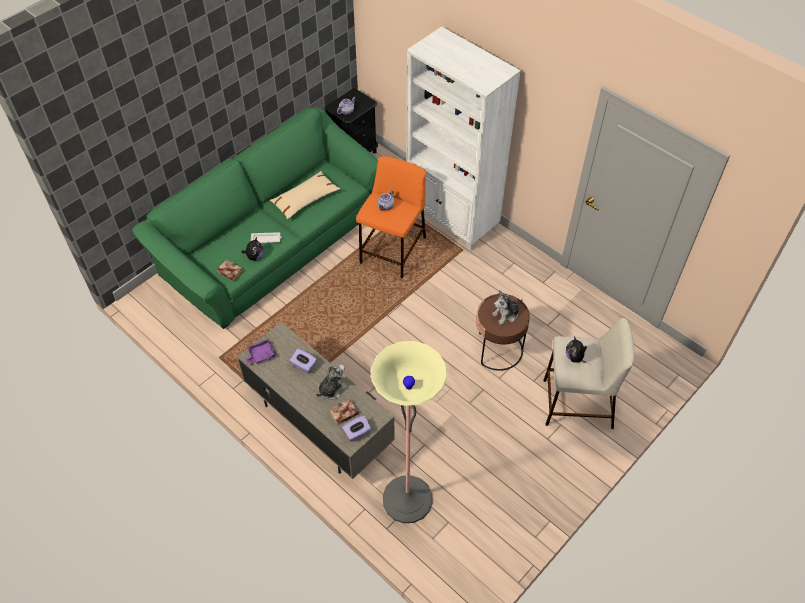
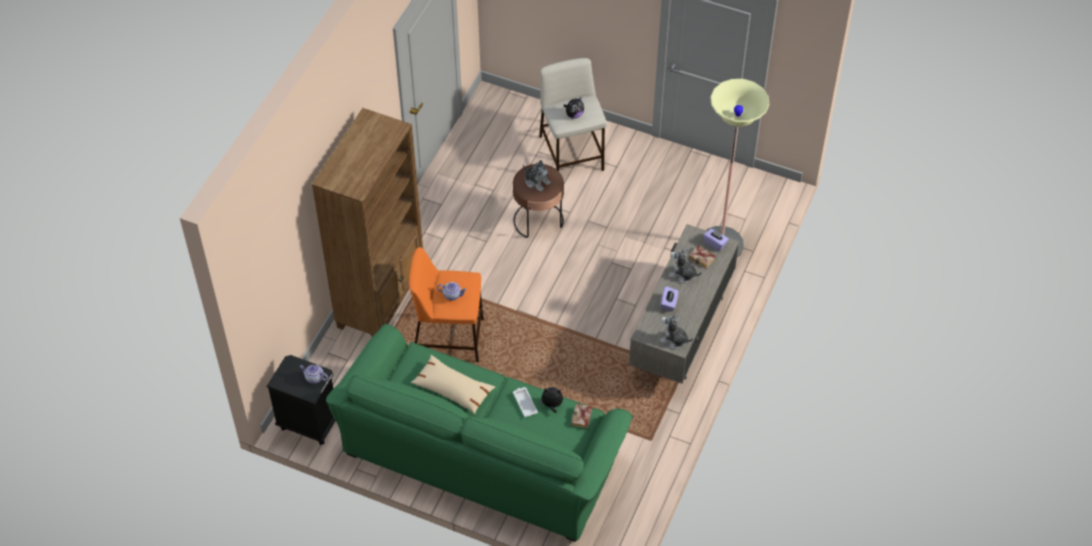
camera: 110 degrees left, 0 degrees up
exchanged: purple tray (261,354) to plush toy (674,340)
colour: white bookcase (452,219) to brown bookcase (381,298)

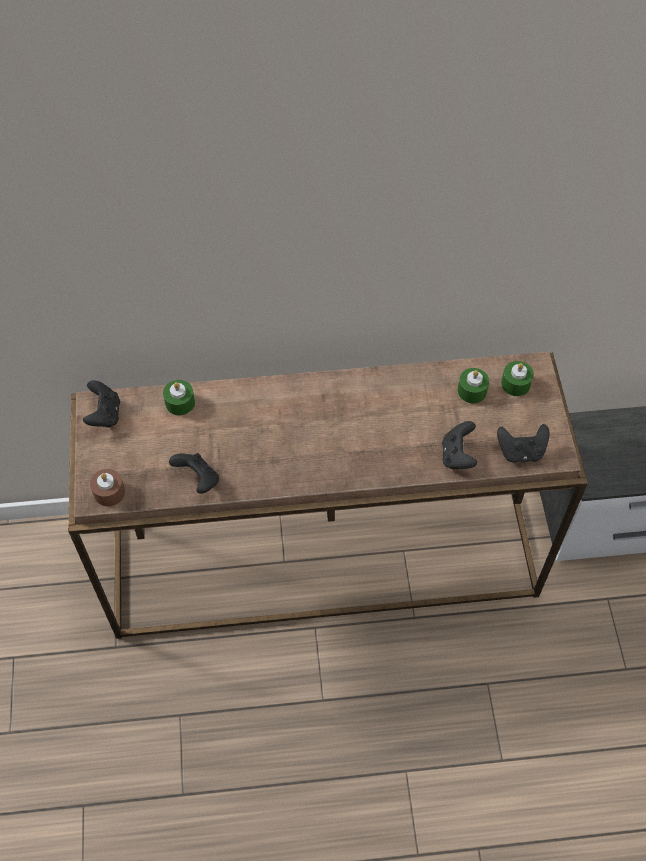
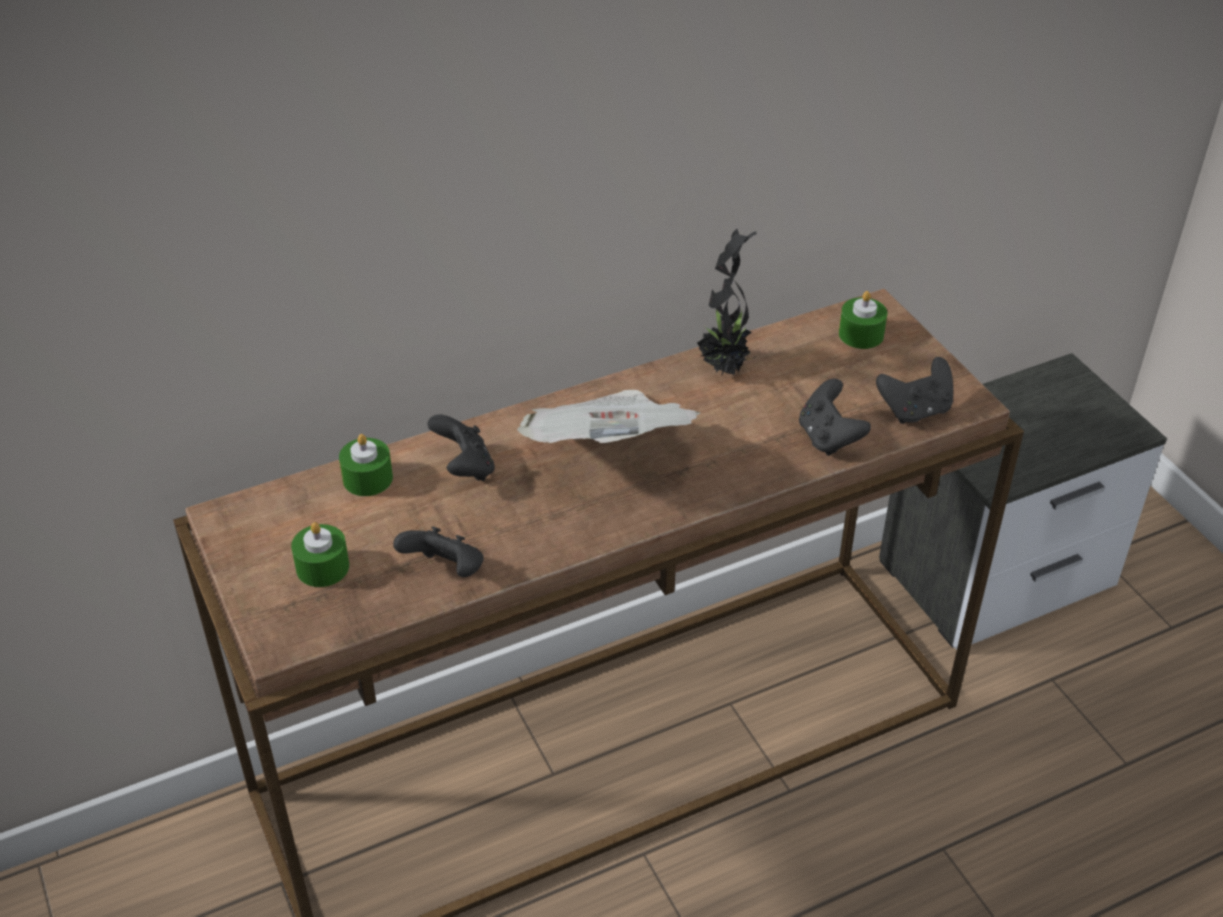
camera: 20 degrees left, 15 degrees down
missing: brown candle (109,492)
appeared: newspaper (608,453); potted plant (725,368)
relocated: green candle (472,391) to (322,567); black game controller (104,414) to (464,468)

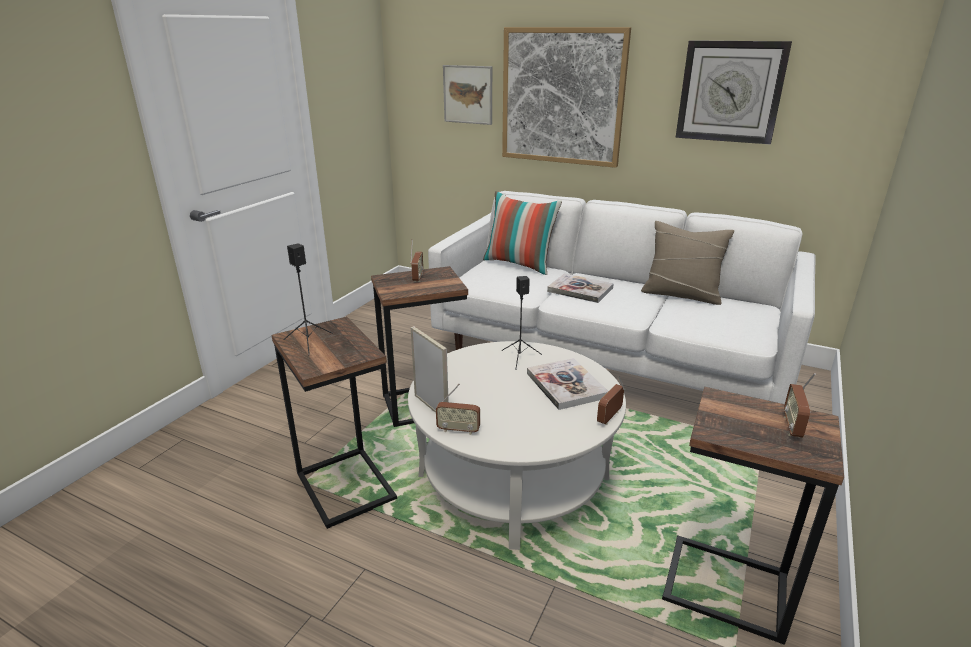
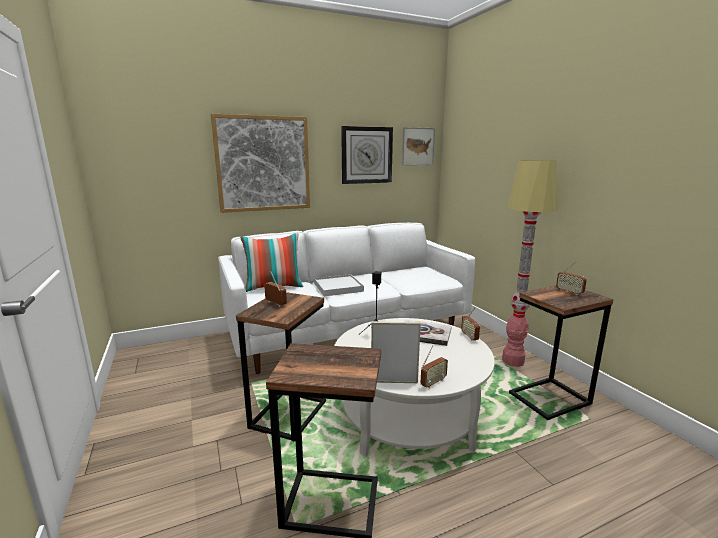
camera: 50 degrees left, 10 degrees down
missing: black speaker (309,342); beige pillow (681,294)
appeared: floor lamp (513,361)
relocated: picture (468,94) to (418,146)
exchanged: book (580,290) to white tray (338,287)

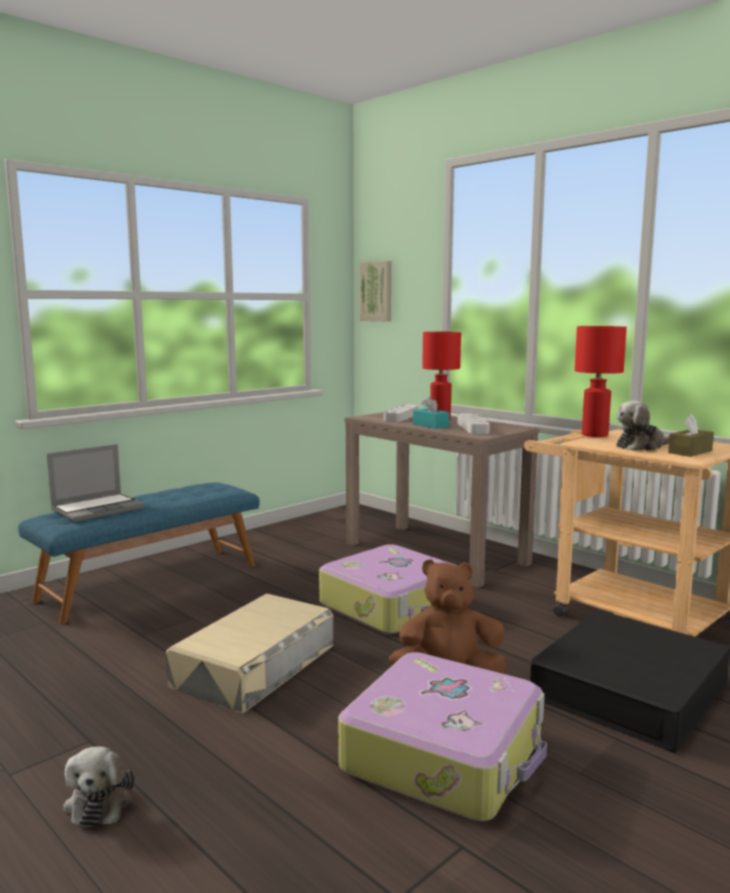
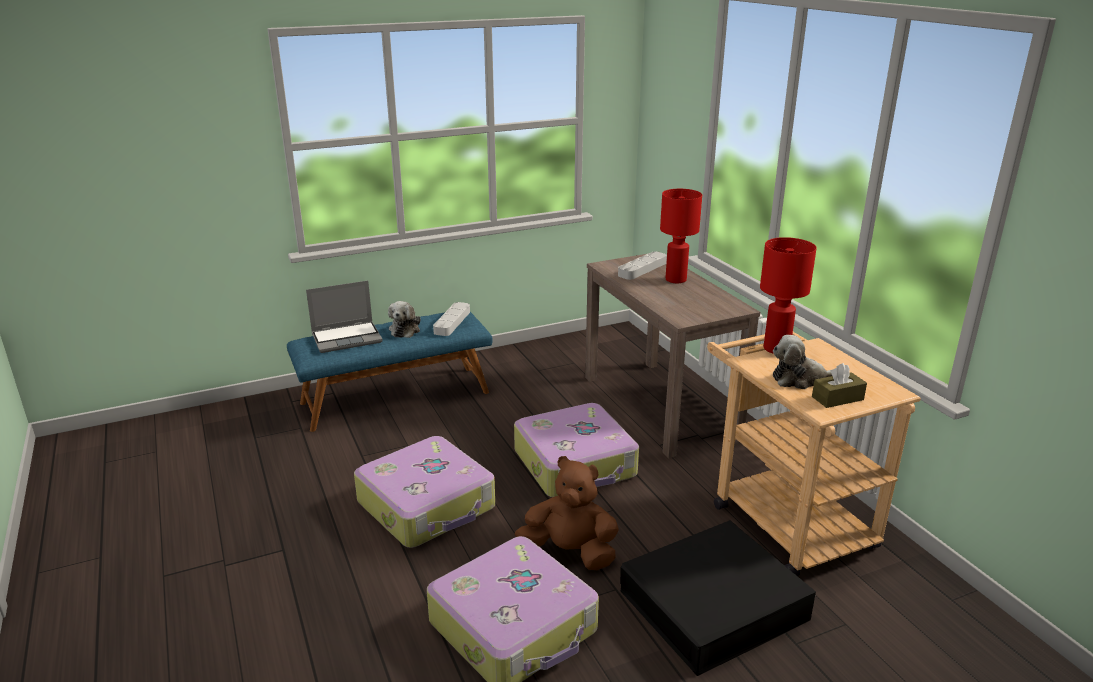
camera: 20 degrees right, 15 degrees up
missing: picture (377,291); turquoise tissue box (430,425)
relocated: plush toy (99,801) to (405,329); grey tray (472,427) to (452,322)
exchanged: beige storage box (255,664) to suitcase (428,505)

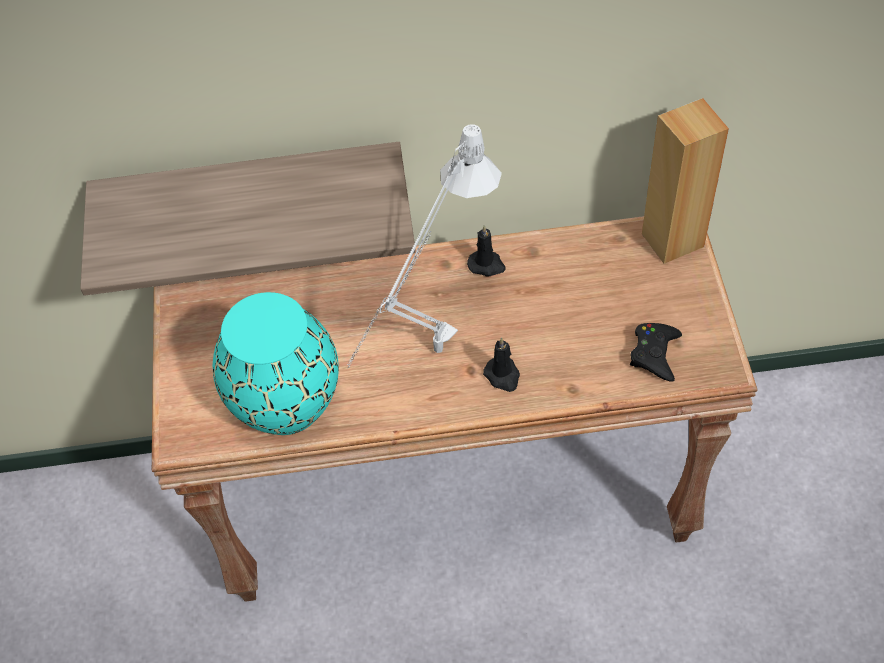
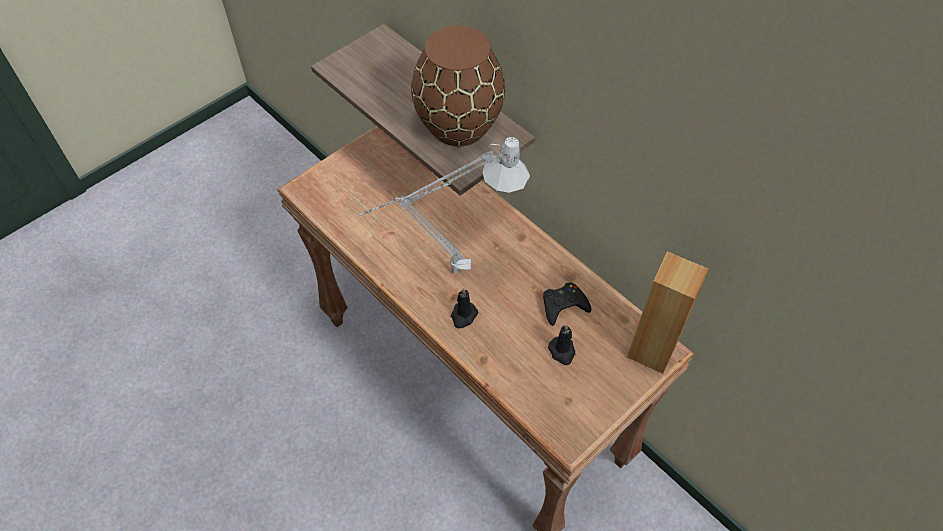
camera: 50 degrees right, 0 degrees up
missing: turquoise vase (288,403)
appeared: brown vase (458,125)
relocated: black game controller (654,354) to (563,306); black candle (487,265) to (562,351)

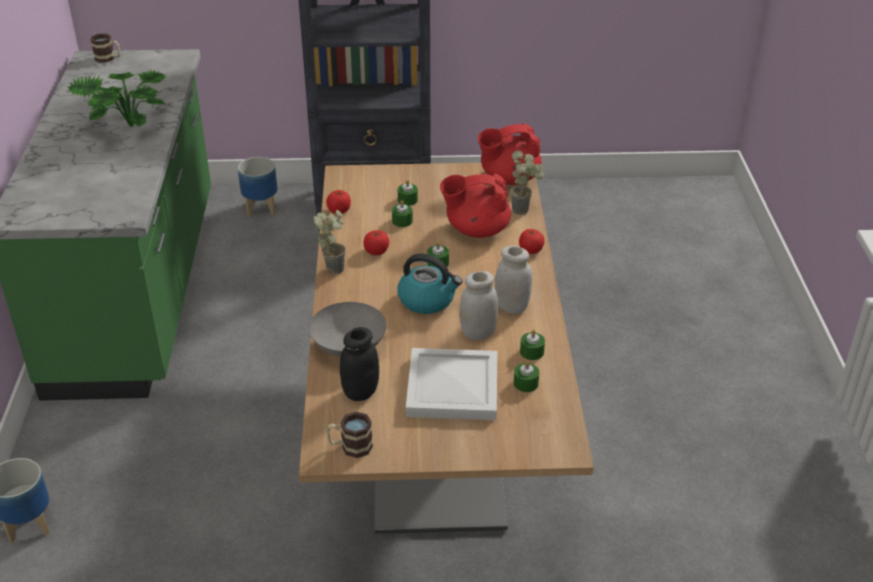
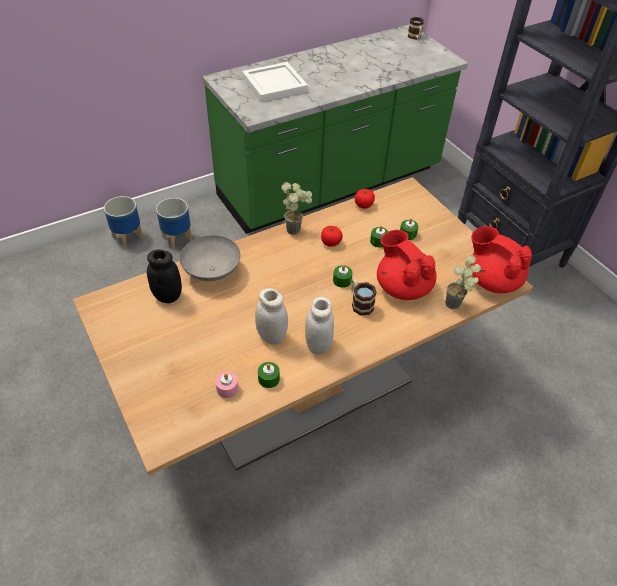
camera: 60 degrees right, 10 degrees up
missing: potted plant (125,127); kettle (427,300); tomato (531,250)
relocated: planter (261,208) to (178,238); white tray (454,388) to (274,85); mug (350,447) to (360,303)
colour: green candle (526,383) to pink candle (227,388)

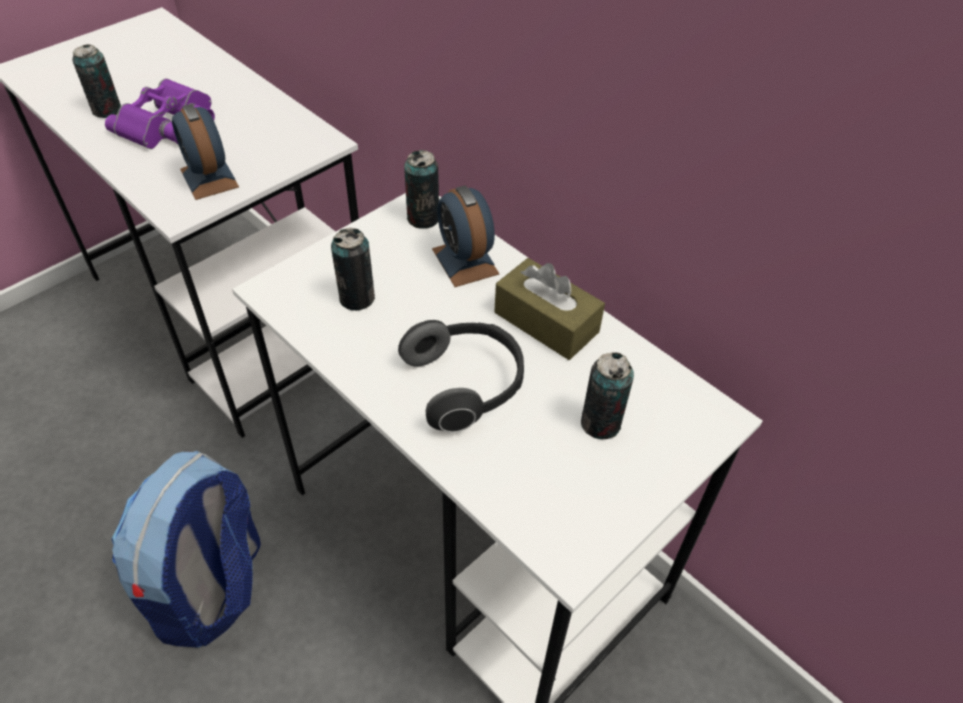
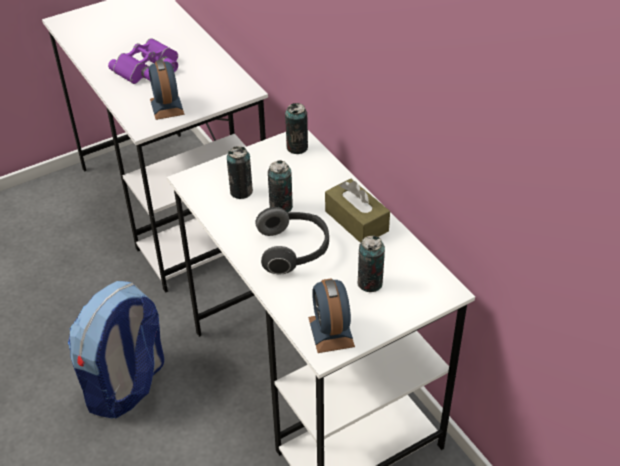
camera: 15 degrees right, 5 degrees down
relocated: can (107,110) to (281,207); alarm clock (465,261) to (331,332)

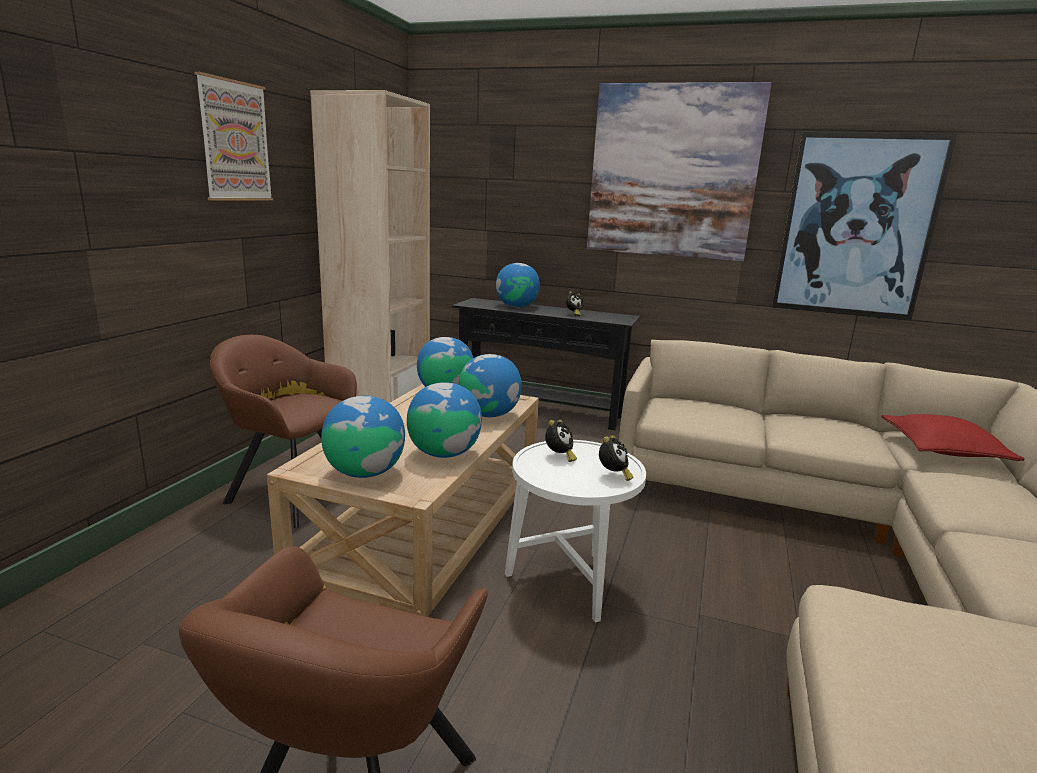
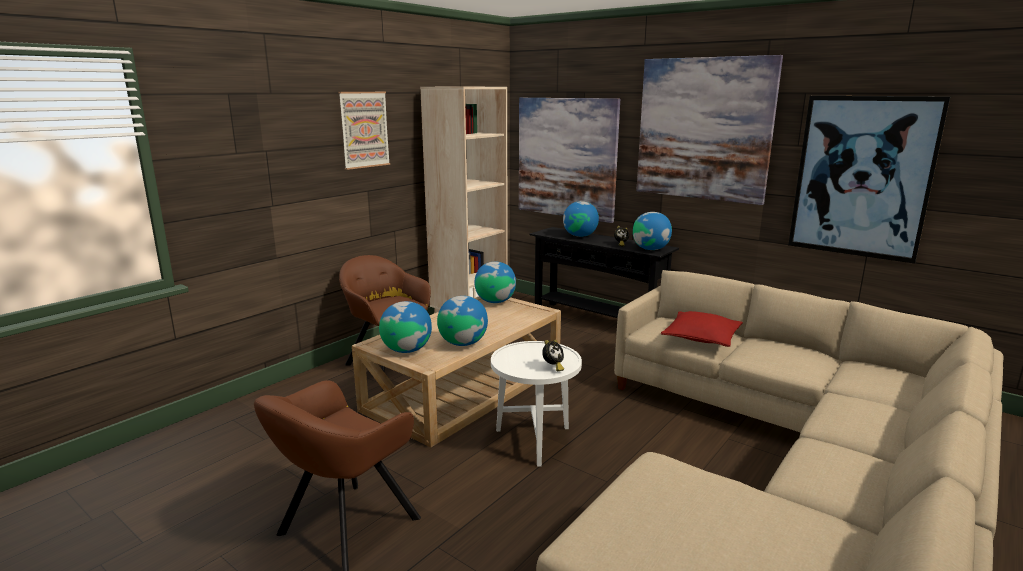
camera: 20 degrees right, 0 degrees up
missing: alarm clock (559,457)
appeared: picture (566,158)
relocated: globe (489,414) to (650,249); red pillow (943,449) to (701,337)

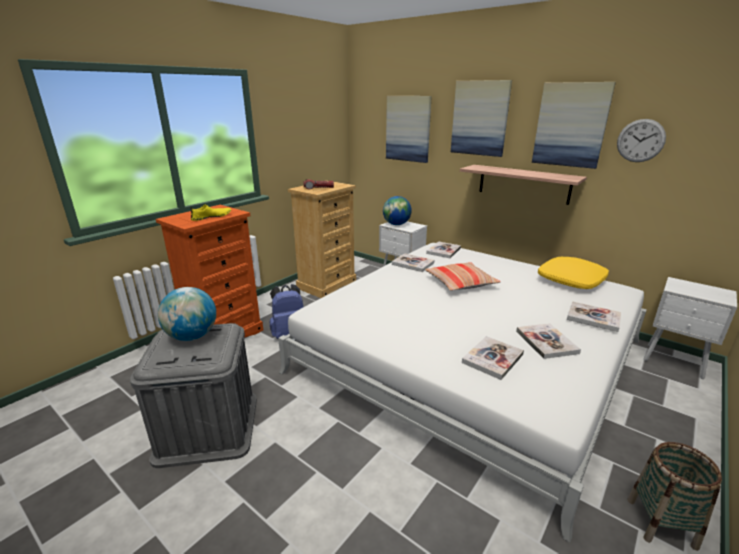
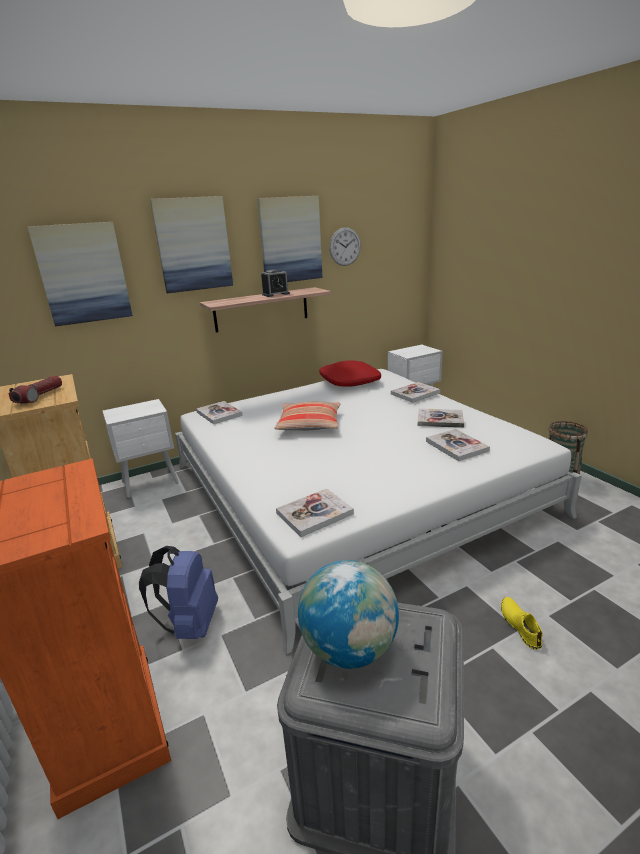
camera: 65 degrees left, 0 degrees up
missing: globe (396,224)
appeared: alarm clock (275,294)
relocated: book (413,264) to (314,513); yellow shoe (211,217) to (520,625)
colour: yellow pillow (570,280) to red pillow (349,381)

